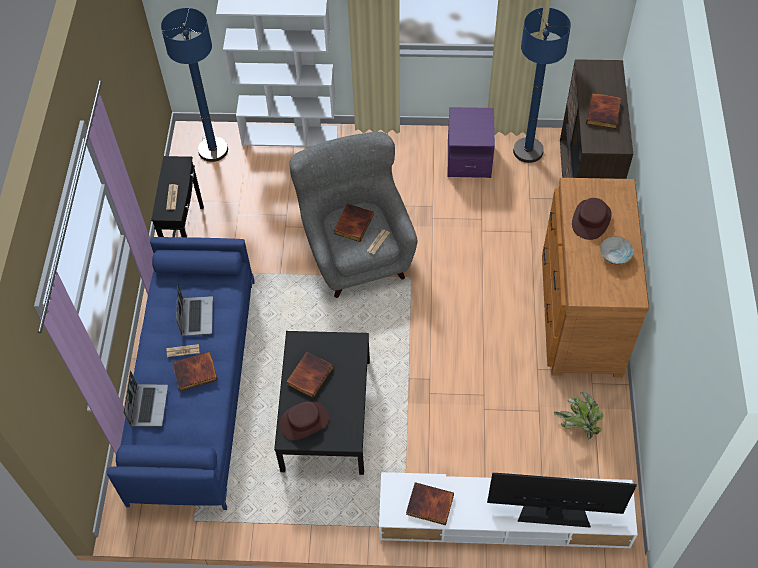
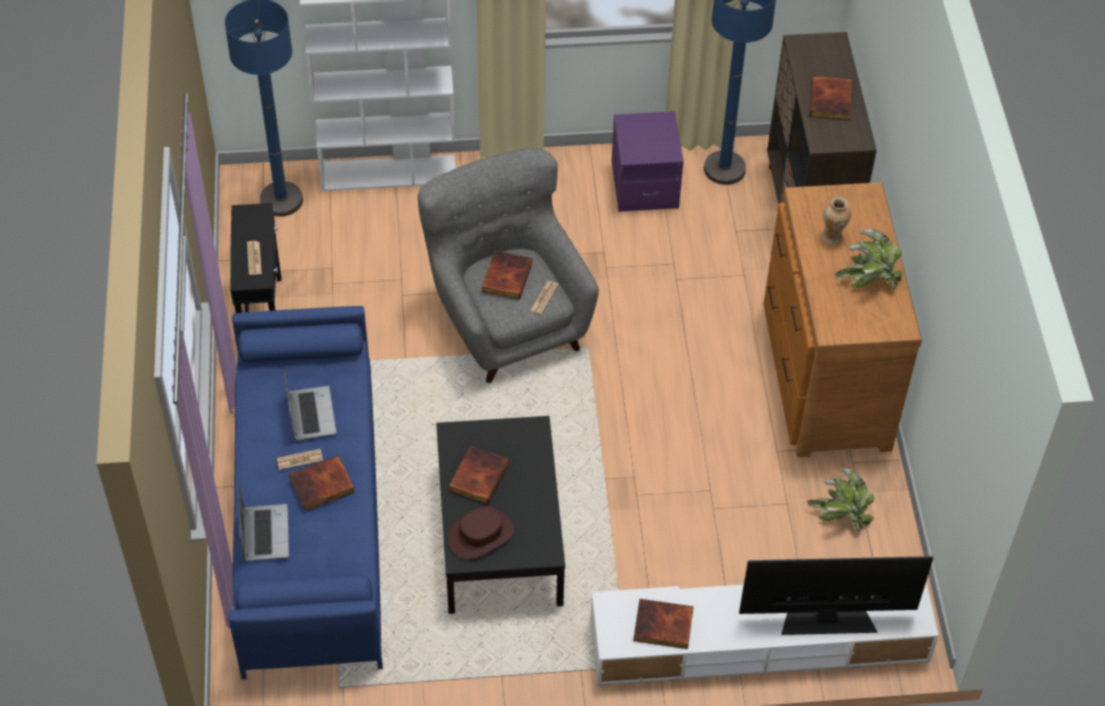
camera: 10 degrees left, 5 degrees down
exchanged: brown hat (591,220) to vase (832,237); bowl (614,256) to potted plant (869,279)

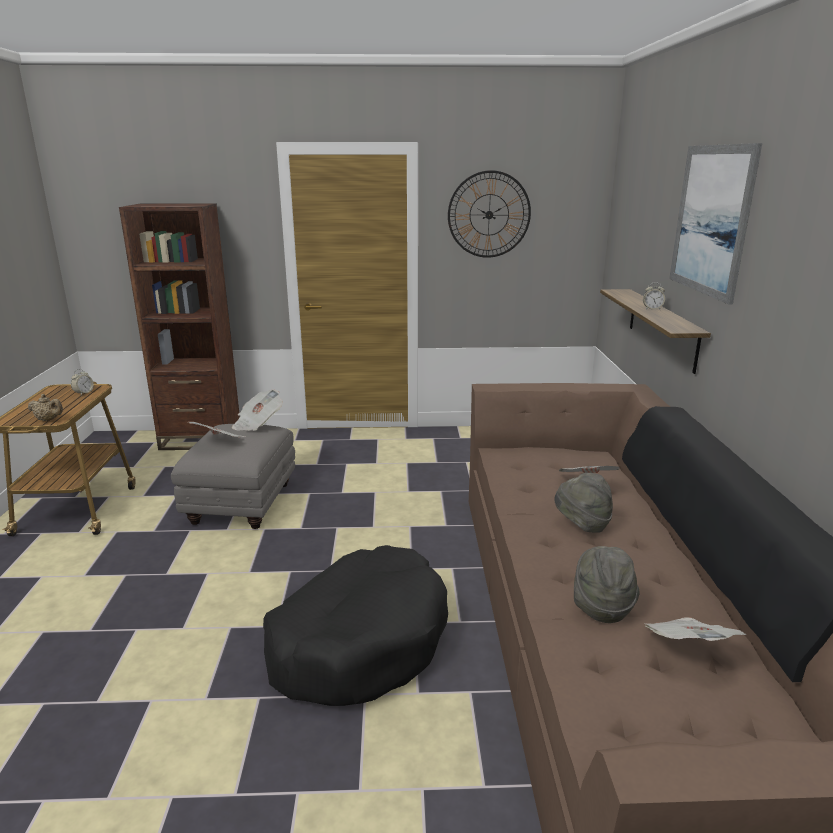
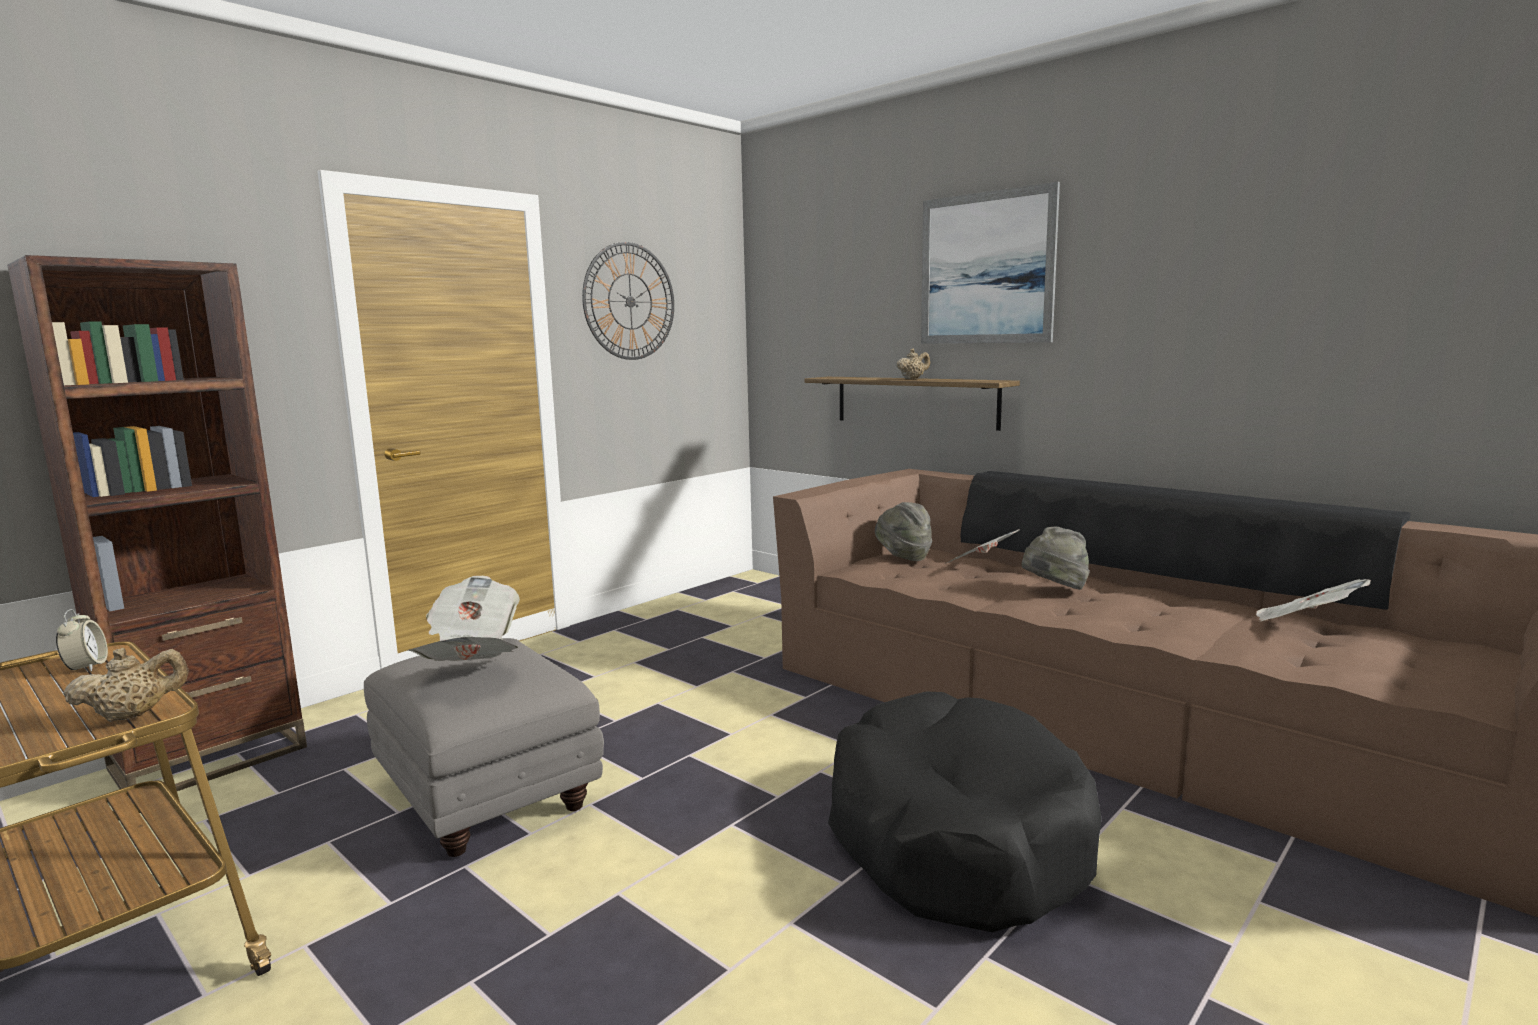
camera: 45 degrees left, 10 degrees down
relocated: grey hat (601,606) to (903,557)
exchanged: alarm clock (652,309) to beige teapot (913,379)

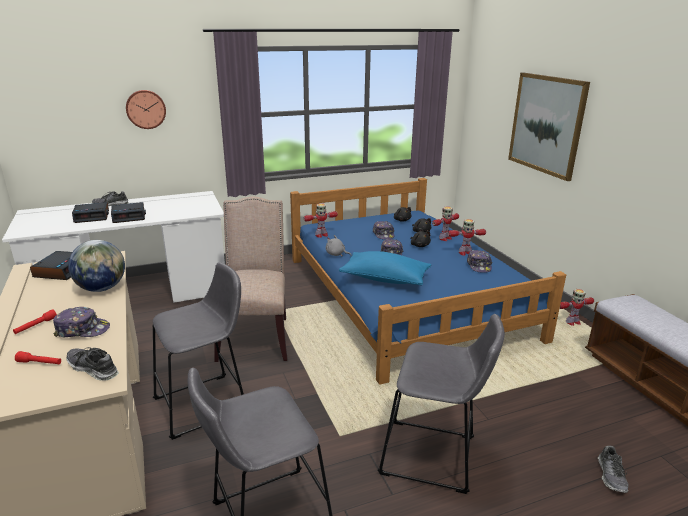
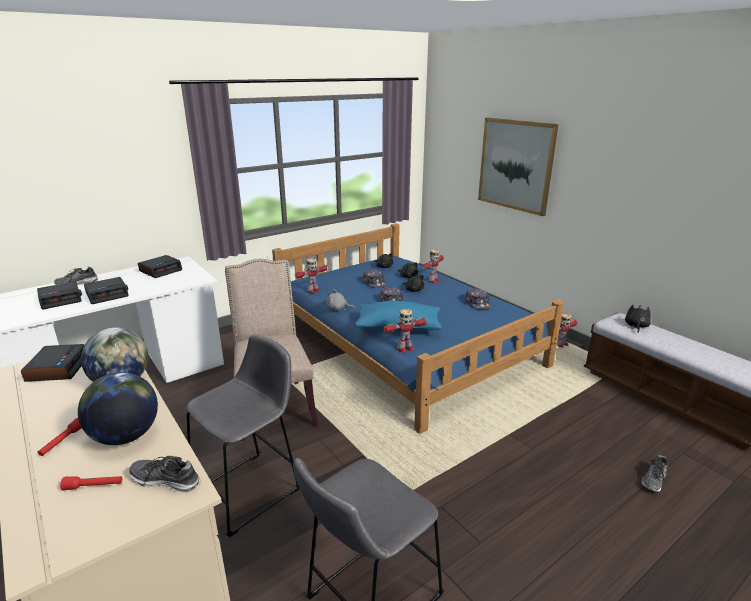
camera: 15 degrees left, 0 degrees up
missing: wall clock (146,109); grey stool (433,457)
appeared: alarm clock (161,270); black plush toy (636,326)
relocated: toy robot (465,253) to (404,348)
exchanged: cap (82,330) to globe (125,436)
spun: shoe (611,476) = (654,480) 45 degrees clockwise

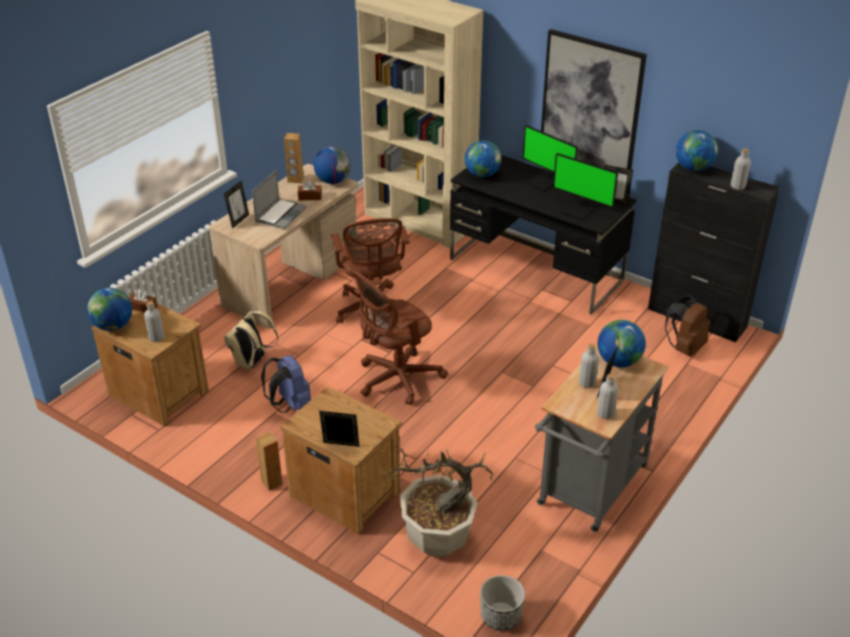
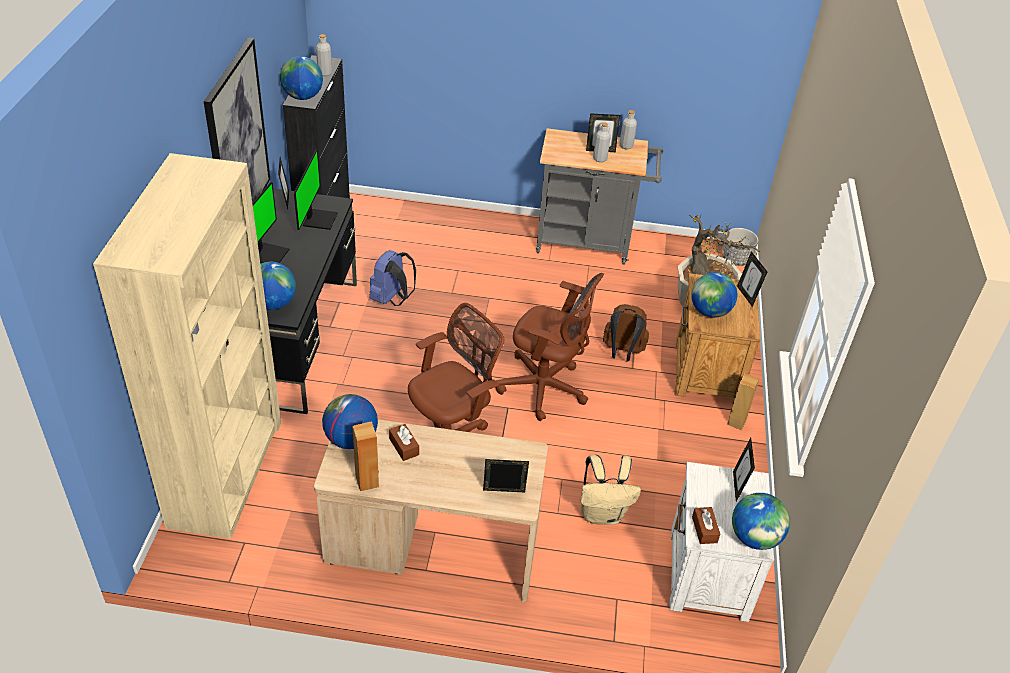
camera: 120 degrees left, 5 degrees up
missing: laptop (280,214)
relocated: blue backpack (290,405) to (392,299); brown backpack (685,347) to (622,352); globe (618,361) to (709,312)
exchanged: grey bottle (156,338) to picture frame (737,486)
colour: brown nightstand (158,392) to white nightstand (707,575)

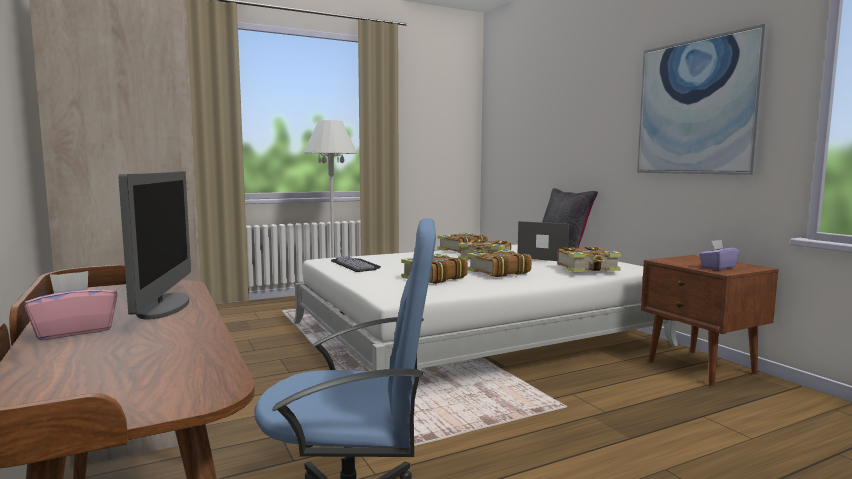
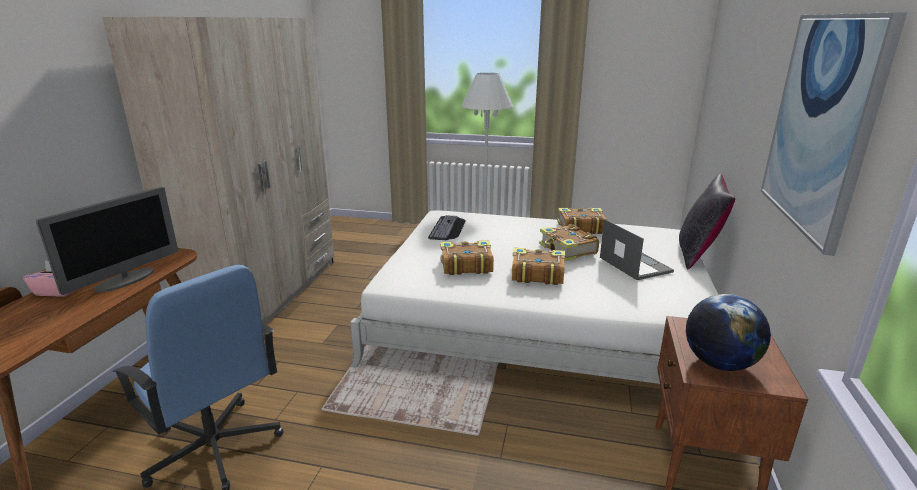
camera: 40 degrees right, 15 degrees up
missing: book (588,268)
exchanged: purple tissue box (717,267) to globe (719,363)

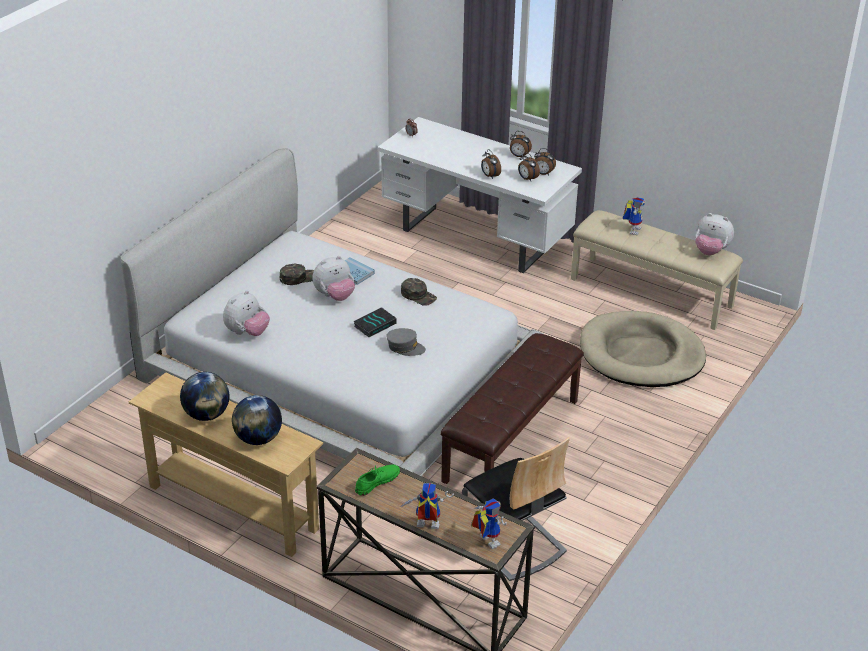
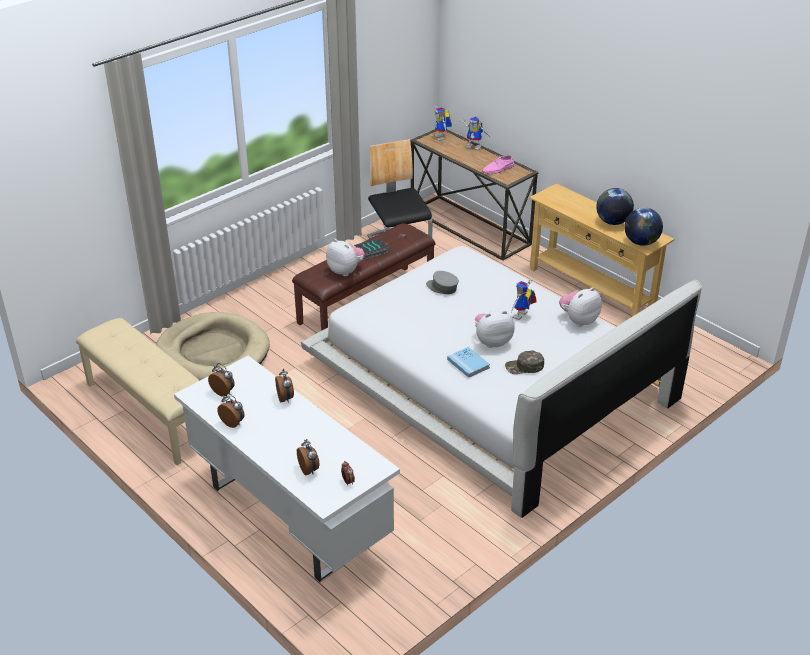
camera: 165 degrees left, 0 degrees up
missing: green cap (418,295)
relocated: alarm clock (527,179) to (309,469); plush toy (710,251) to (345,271); book (375,324) to (370,251); toy robot (632,229) to (521,317); globe (258,439) to (641,242)
colour: green shoe (377,481) to pink shoe (498,169)

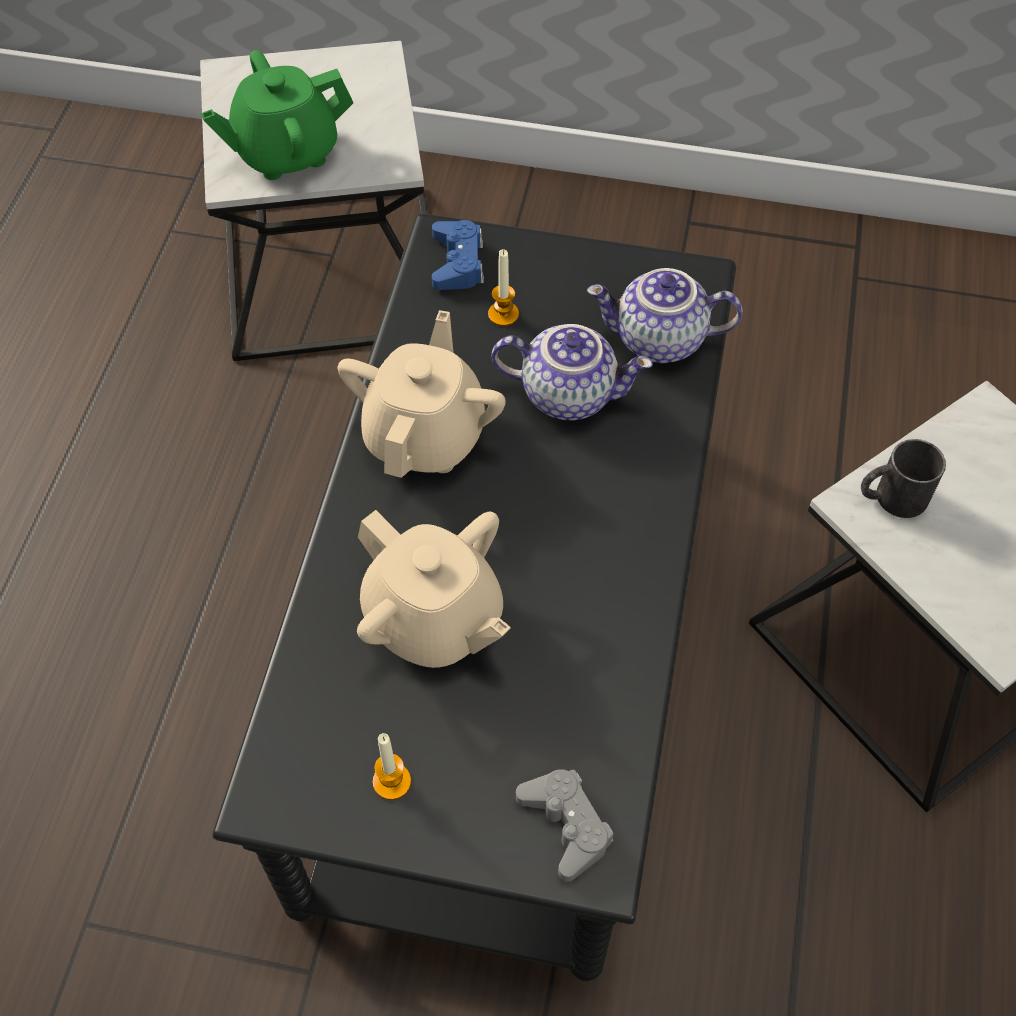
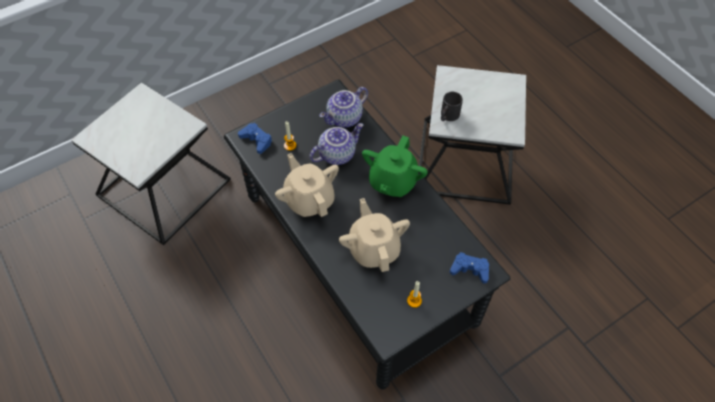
camera: 45 degrees left, 0 degrees up
relocated: green teapot (286,152) to (392,182)
colour: grey game controller (566,825) to blue game controller (470,269)
spun: beige teapot (434,619) = (374,248) 105 degrees counterclockwise

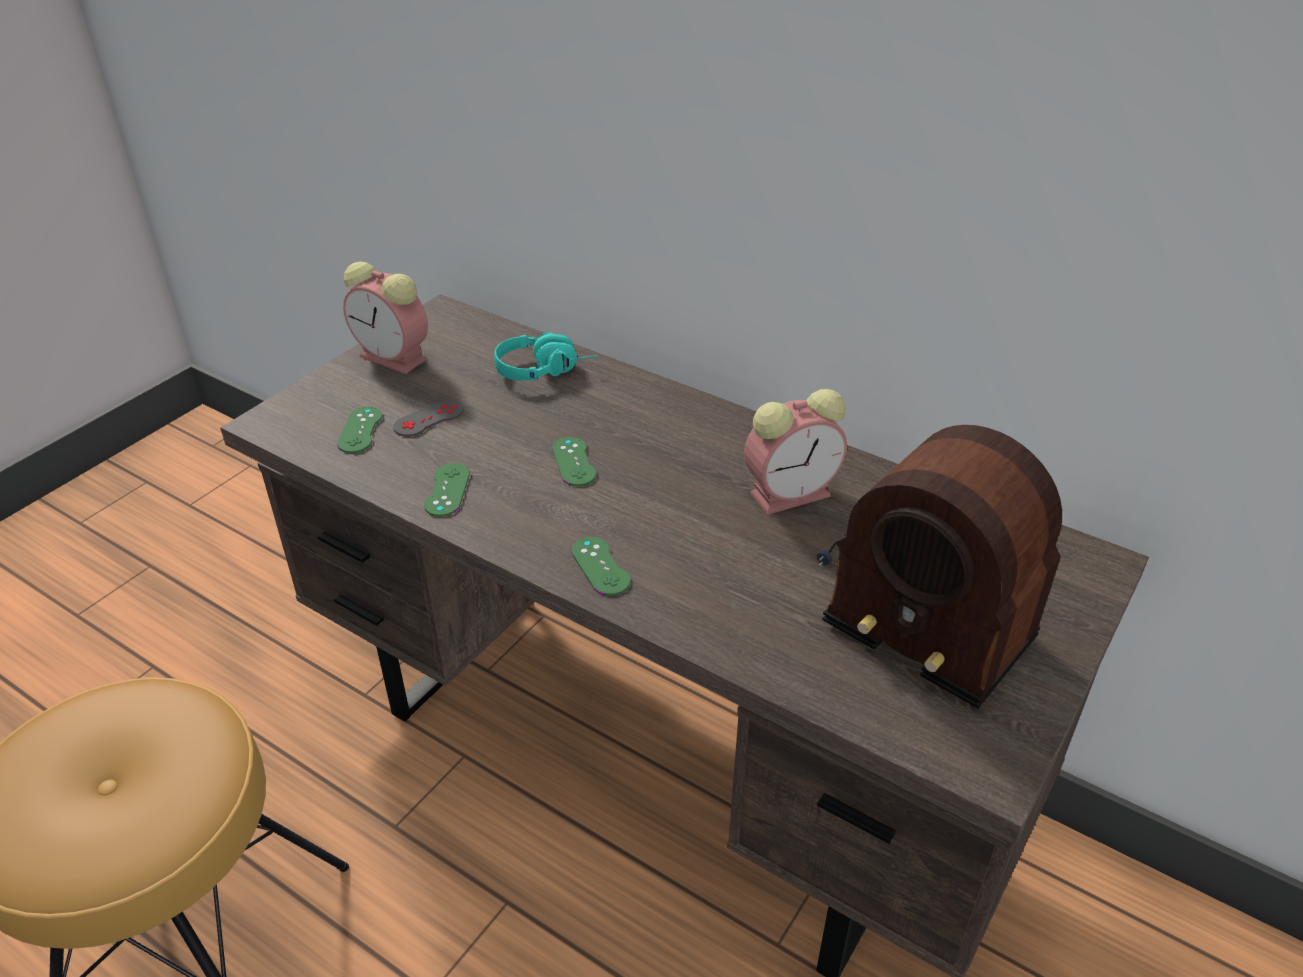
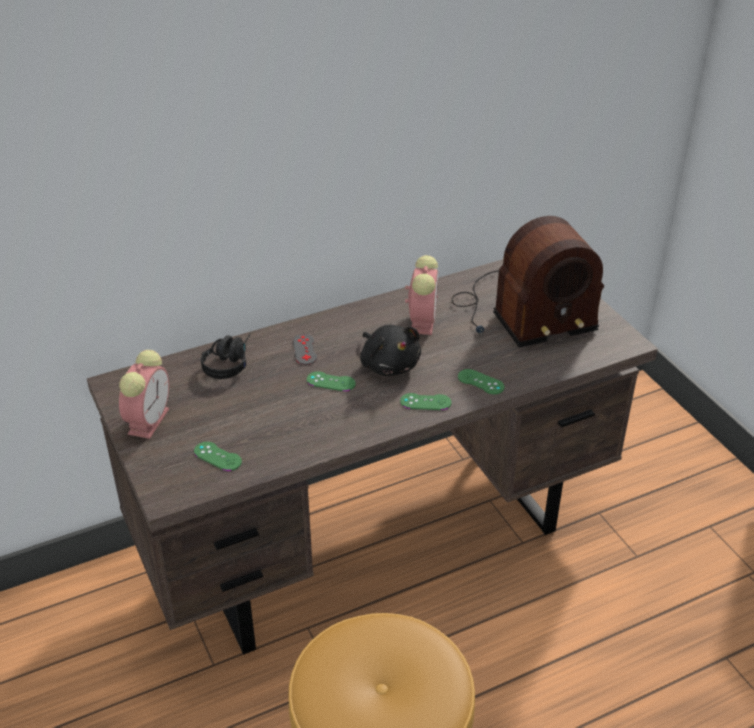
camera: 60 degrees left, 0 degrees up
appeared: black plush toy (389,364)
relocated: grey game controller (428,419) to (304,349); green game controller (447,490) to (480,382)
colour: turquoise headphones (546,369) to black headphones (229,362)
spun: alarm clock (396,358) = (149,419) 45 degrees counterclockwise

